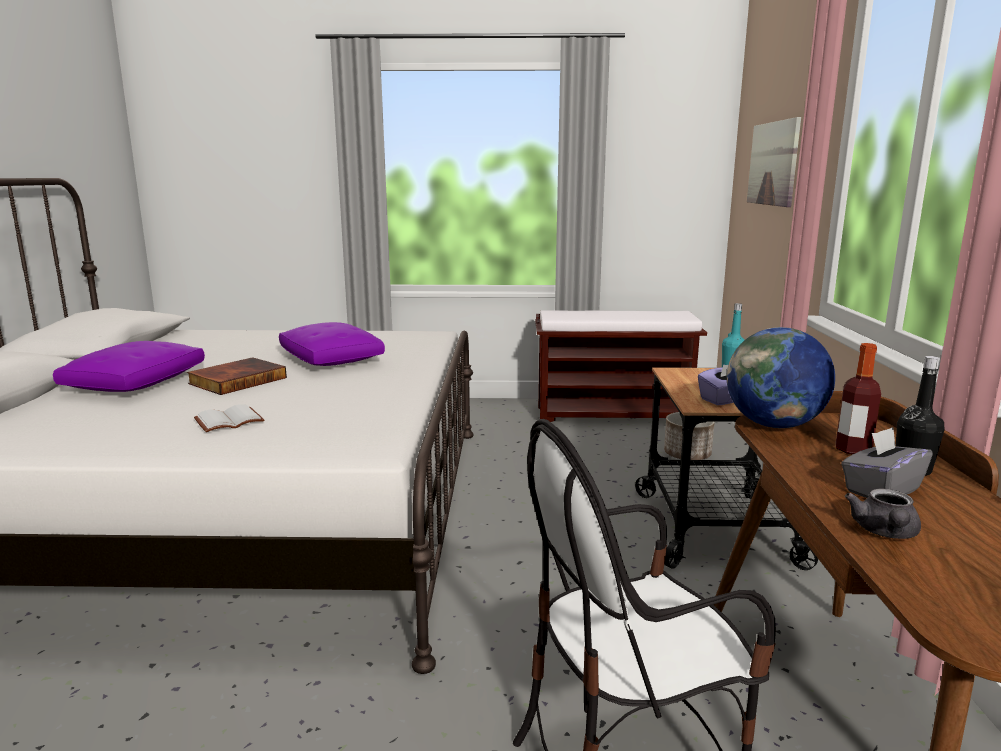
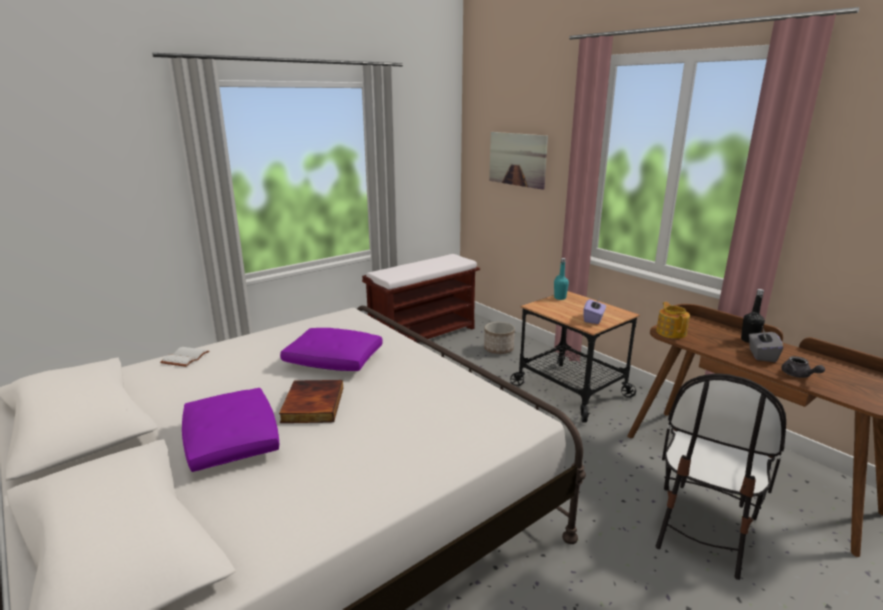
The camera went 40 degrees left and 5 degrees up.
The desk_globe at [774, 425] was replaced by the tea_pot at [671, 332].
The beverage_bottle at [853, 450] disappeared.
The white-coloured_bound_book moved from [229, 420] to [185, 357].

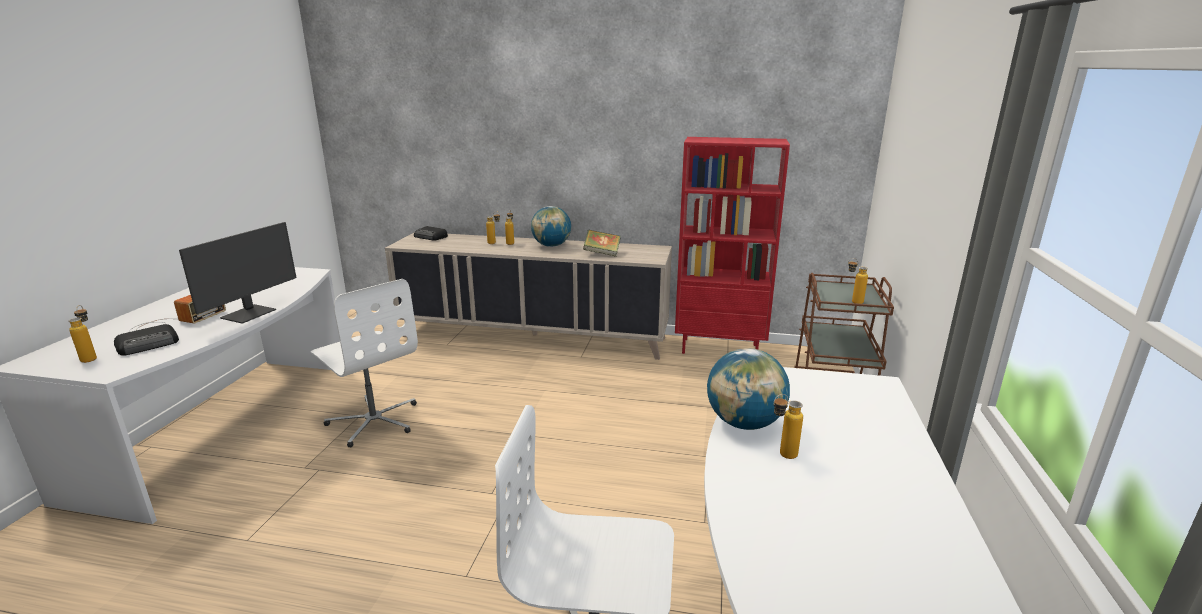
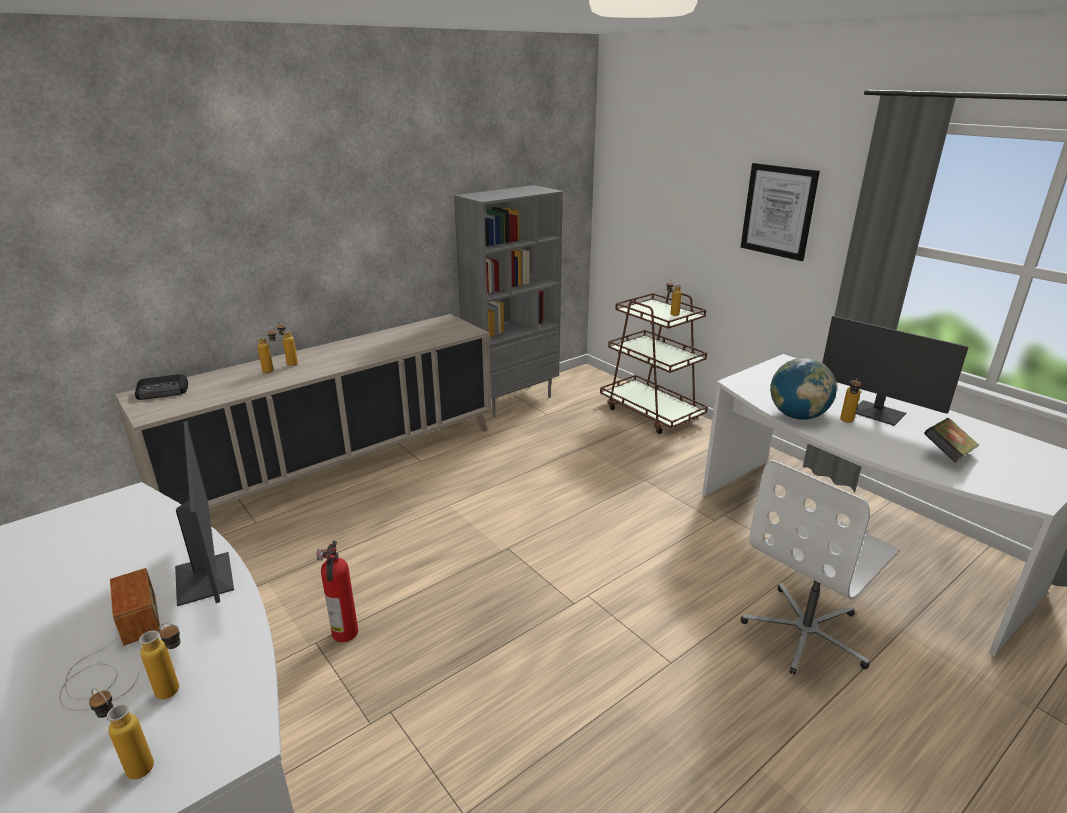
The camera went 50 degrees left and 5 degrees up.
The red_bookcase at [720, 348] became the grey_bookcase at [512, 400].
The desk_globe at [551, 246] disappeared.
The bound_book moved from [602, 253] to [946, 455].
The white-coloured_office_chair at [374, 421] was replaced by the fire-fighting_cylinder at [344, 634].
The radio_set at [149, 344] was replaced by the beverage_bottle at [177, 691].
The wall_picture at [778, 211] appeared.
The monitor at [877, 413] appeared.

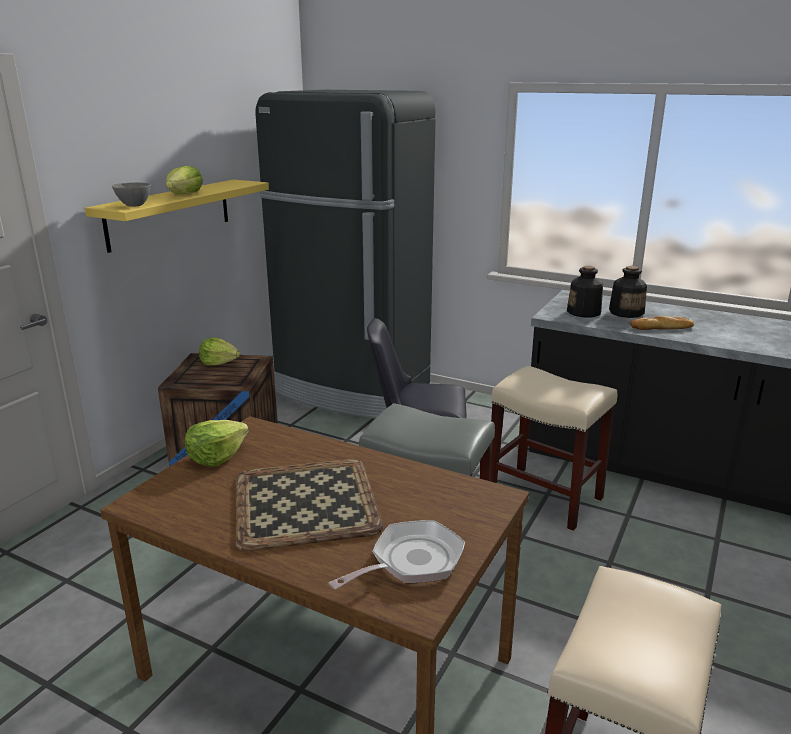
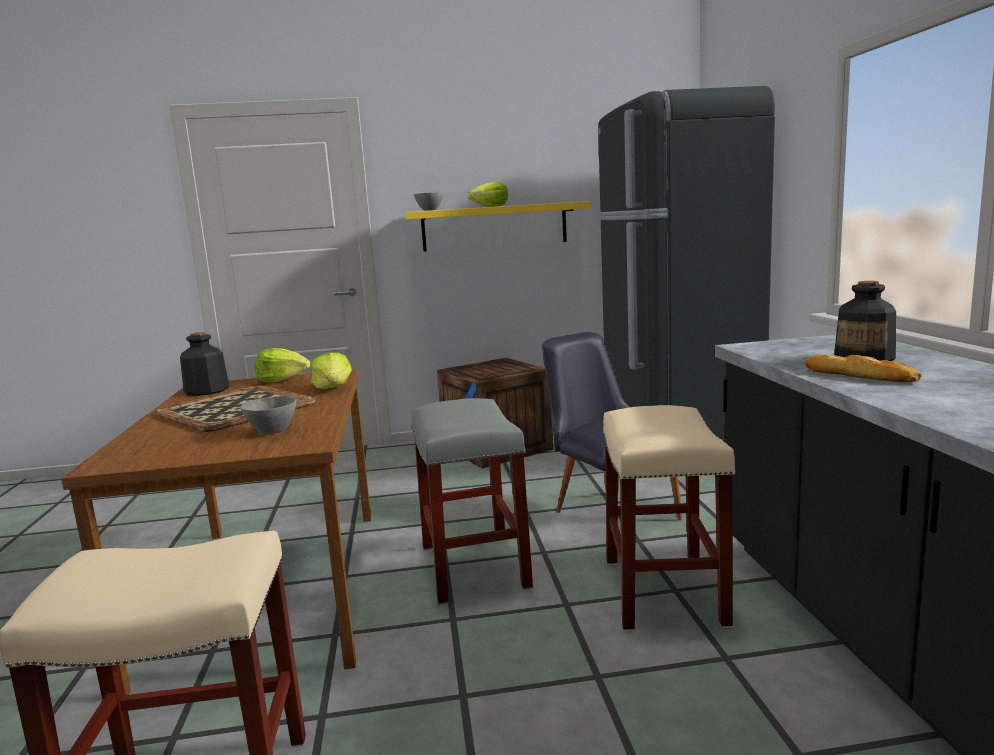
The camera went 55 degrees right and 10 degrees down.
The beverage_bottle moved from [584, 312] to [206, 391].
The lettuce_head moved from [219, 362] to [333, 388].
The pan at [411, 562] disappeared.
The grey_deep_dish at [271, 431] appeared.

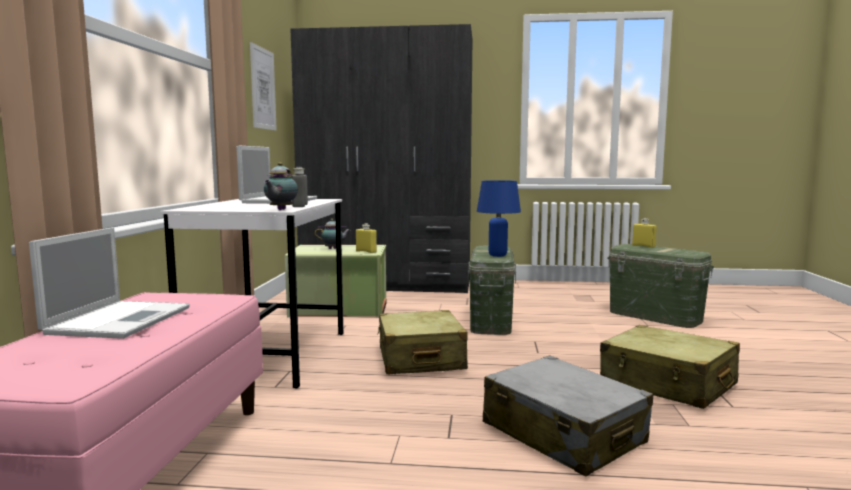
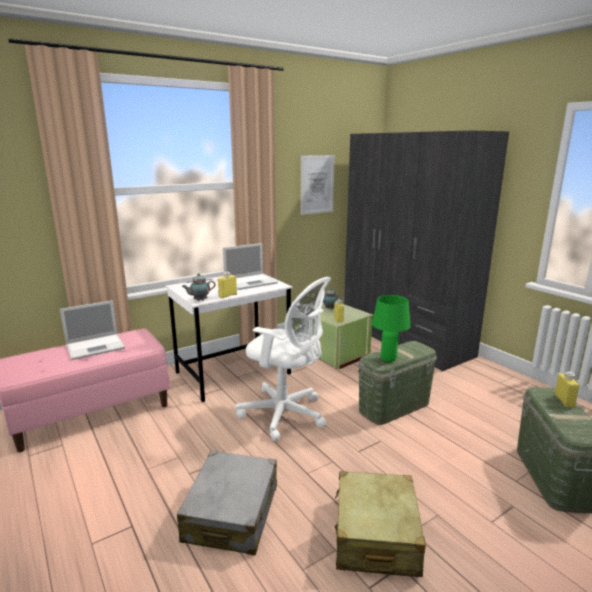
The camera went 50 degrees right and 10 degrees up.
The grey_beverage_bottle at [300, 206] became the yellow_beverage_bottle at [228, 295].
The blue-coloured_lamp_for_a_table at [497, 255] became the green_lamp_for_a_table at [388, 359].
The sand-coloured_travel_case at [420, 359] was replaced by the white-coloured_office_chair at [286, 415].

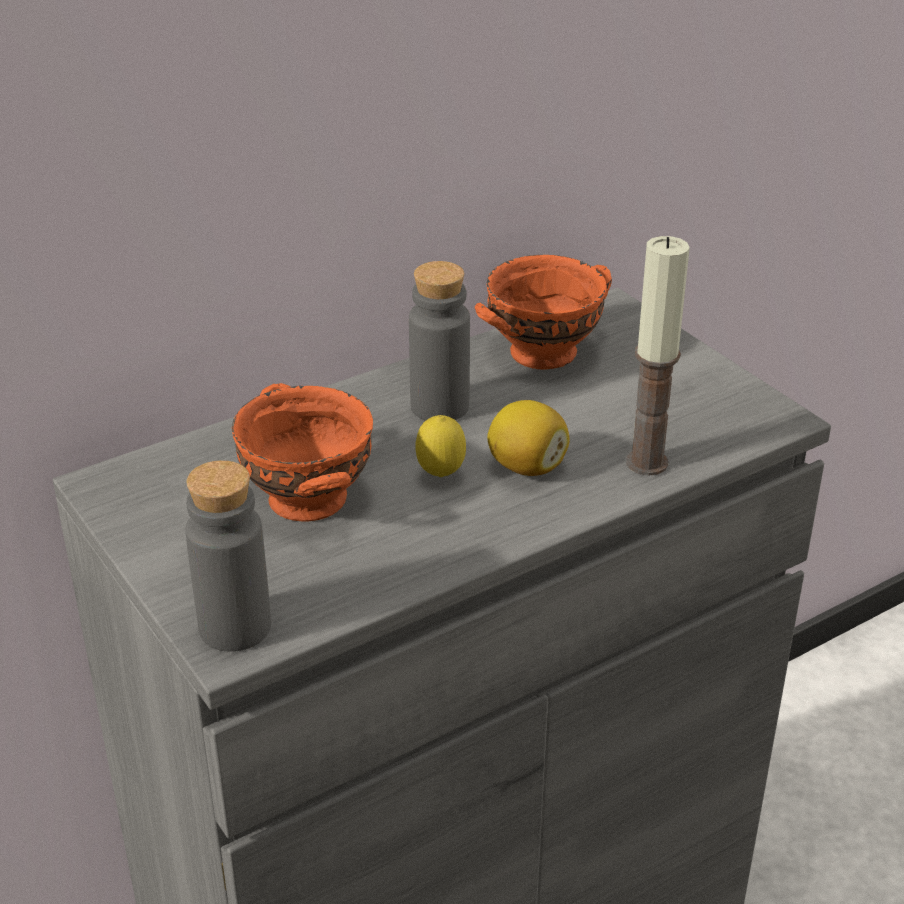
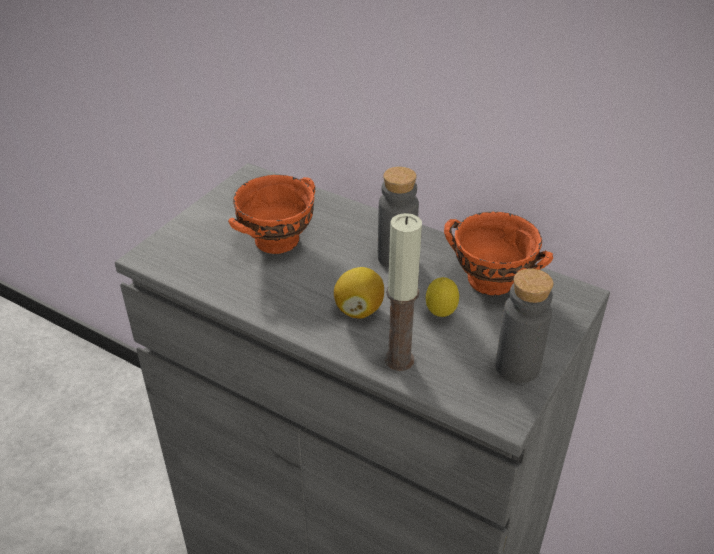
The camera went 65 degrees right and 5 degrees up.
The whole_lemon moved from [440, 476] to [440, 315].
The grey_beverage_bottle moved from [235, 627] to [517, 367].

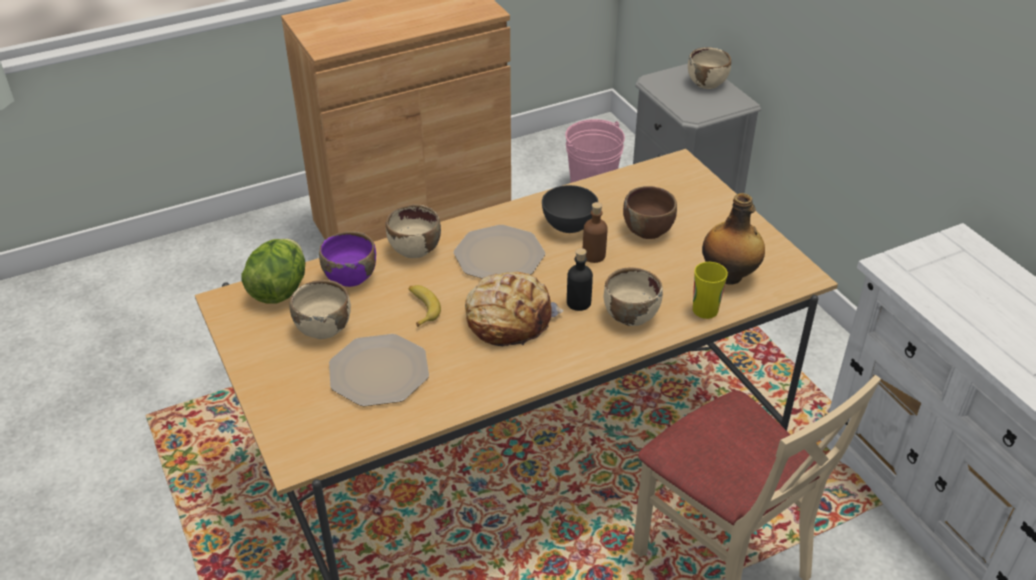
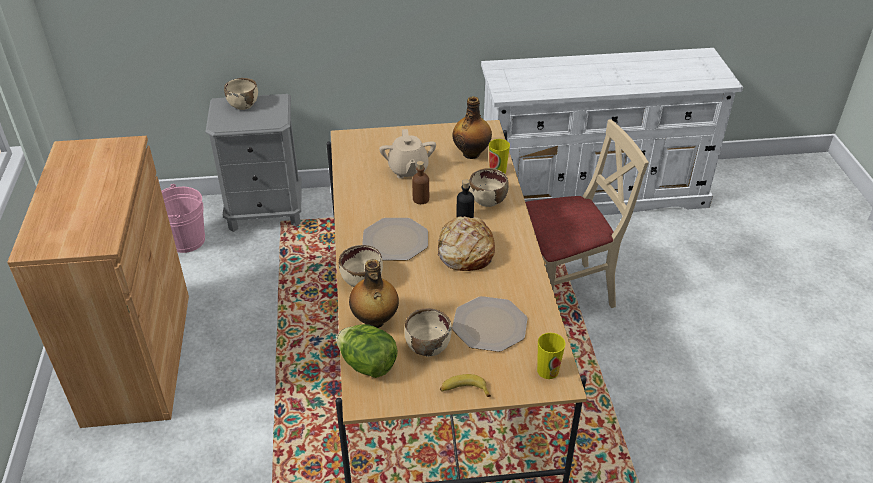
The camera went 70 degrees left and 0 degrees up.
The grey_deep_dish at [568, 225] disappeared.
The brown-coloured_deep_dish at [648, 230] was replaced by the sand-coloured_tea_pot at [408, 170].
The purple-coloured_deep_dish at [350, 276] was replaced by the beverage_bottle at [374, 321].
The banana moved from [421, 308] to [464, 390].
The cup at [547, 370] appeared.

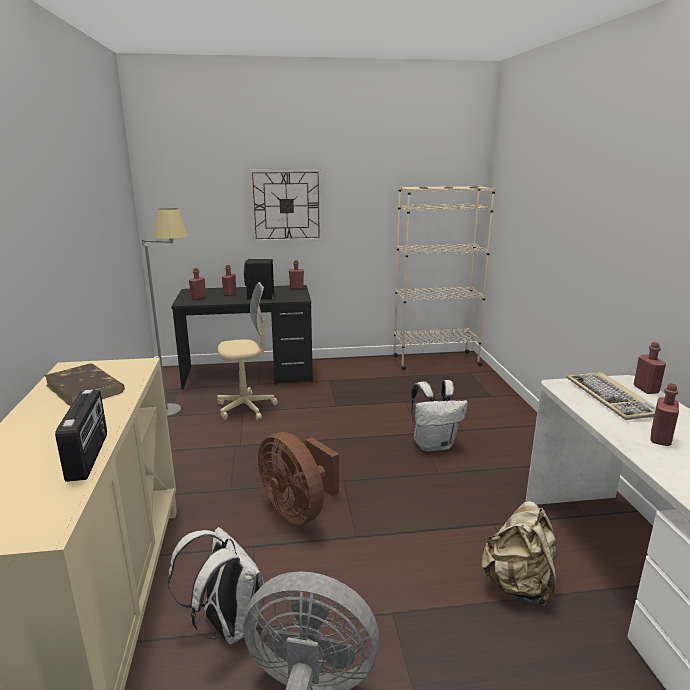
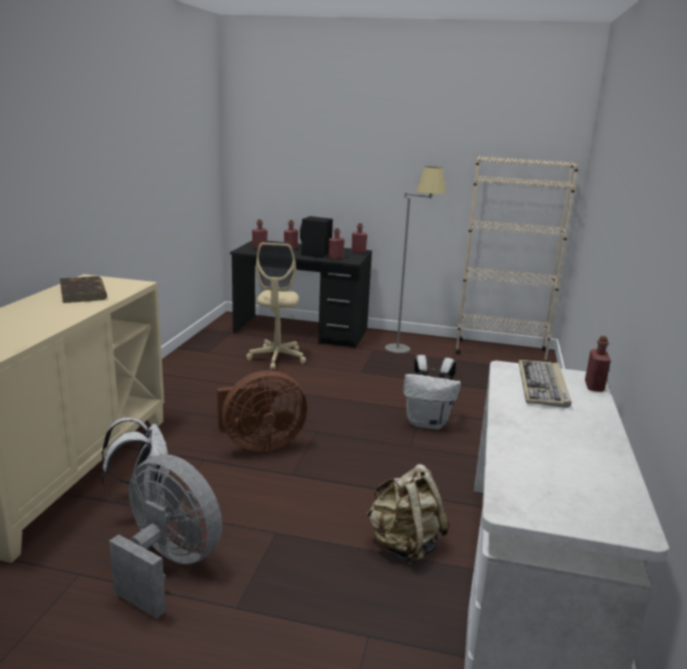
The camera went 20 degrees right and 0 degrees up.
The wall_clock at [286, 205] disappeared.
The grey_standard_lamp moved from [178, 406] to [408, 347].
The sand-coloured_office_chair at [246, 408] turned 90 degrees clockwise.
The red_beverage_bottle moved from [660, 439] to [336, 258].
The radio_set at [89, 456] disappeared.
The brown-coloured_fan at [298, 510] turned 90 degrees counterclockwise.

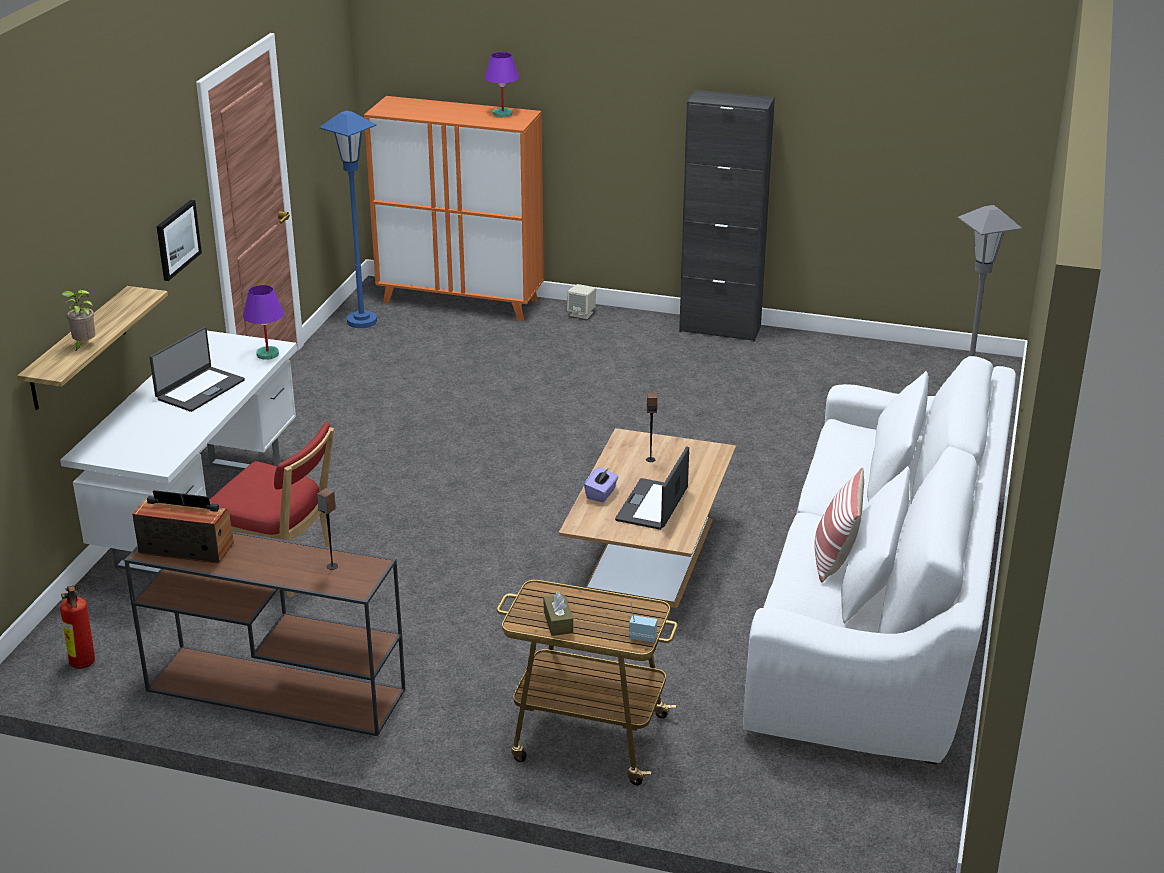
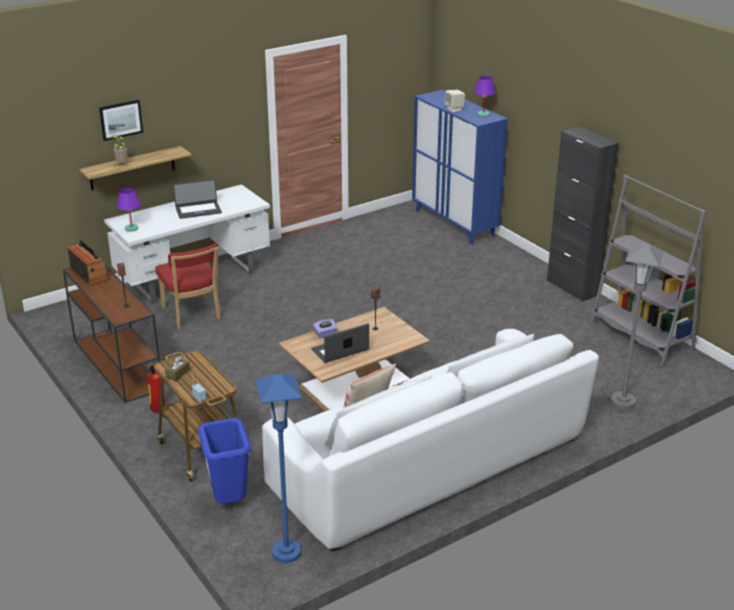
The camera went 40 degrees right and 0 degrees up.
The orange_storage_cabinet at [461, 301] became the blue-coloured_storage_cabinet at [454, 223].
The blue-coloured_standard_lamp moved from [362, 321] to [286, 552].
The wall_picture moved from [177, 239] to [120, 119].
The sand-coloured_speaker moved from [582, 314] to [454, 109].
The purple-coloured_lamp_for_a_table moved from [267, 354] to [131, 228].
The fire-fighting_cylinder moved from [83, 665] to [156, 410].
The grey_bookcase at [641, 337] appeared.
The blue-coloured_trash_can at [229, 501] appeared.

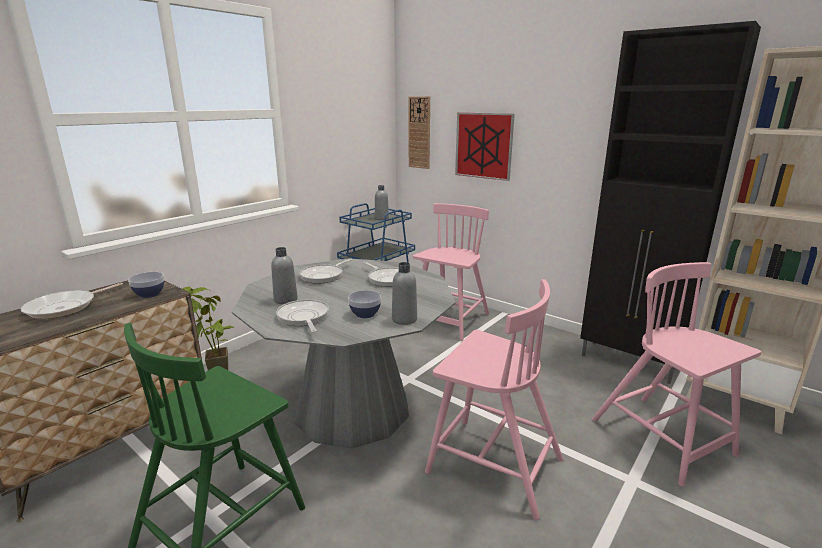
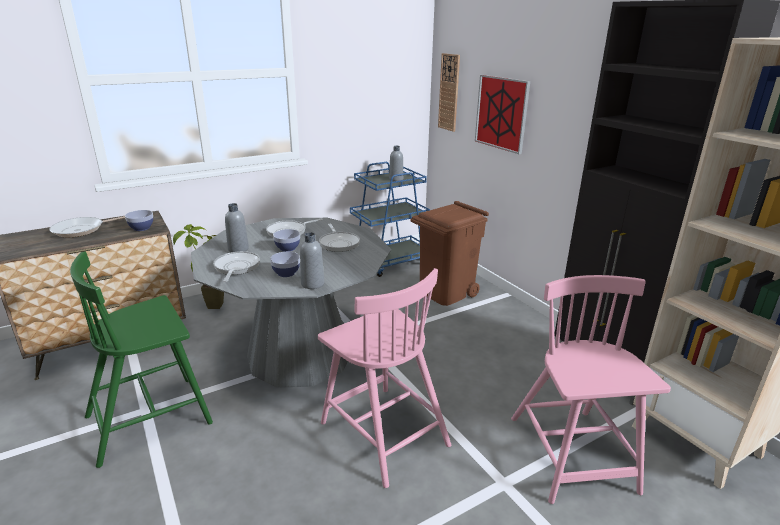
The camera went 20 degrees right and 5 degrees up.
The pink_upright_chair at [451, 321] was replaced by the brown-coloured_trash_can at [446, 292].
The deep_dish at [287, 248] appeared.

